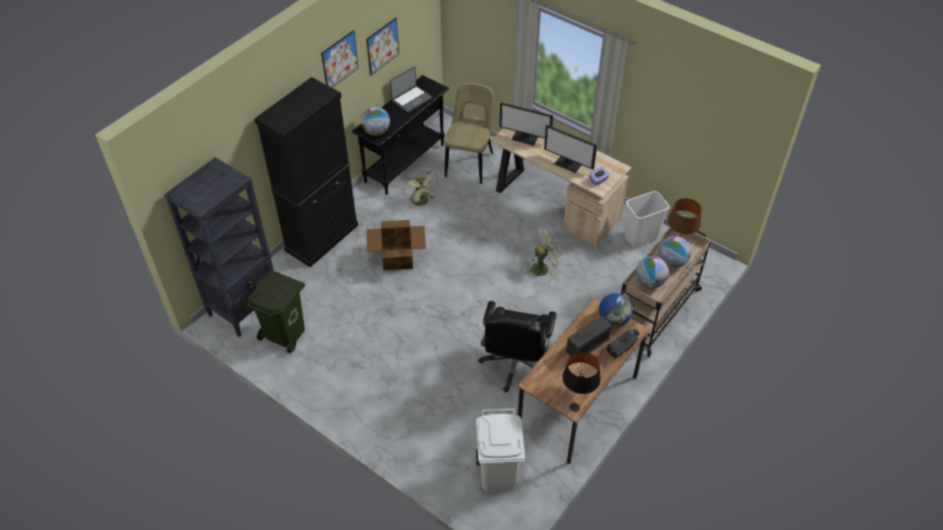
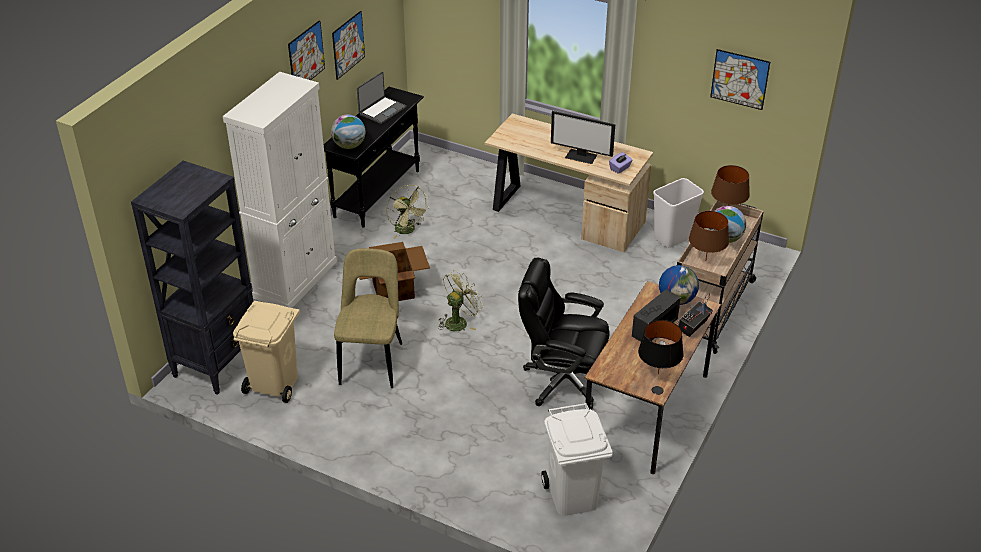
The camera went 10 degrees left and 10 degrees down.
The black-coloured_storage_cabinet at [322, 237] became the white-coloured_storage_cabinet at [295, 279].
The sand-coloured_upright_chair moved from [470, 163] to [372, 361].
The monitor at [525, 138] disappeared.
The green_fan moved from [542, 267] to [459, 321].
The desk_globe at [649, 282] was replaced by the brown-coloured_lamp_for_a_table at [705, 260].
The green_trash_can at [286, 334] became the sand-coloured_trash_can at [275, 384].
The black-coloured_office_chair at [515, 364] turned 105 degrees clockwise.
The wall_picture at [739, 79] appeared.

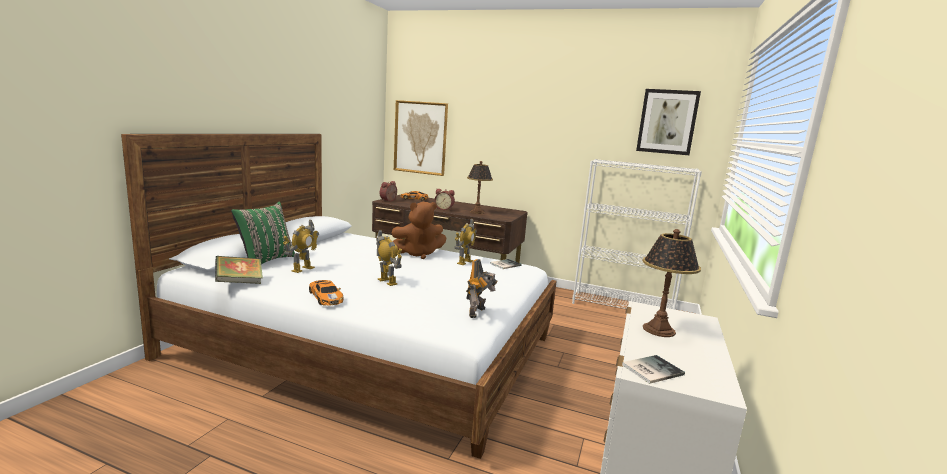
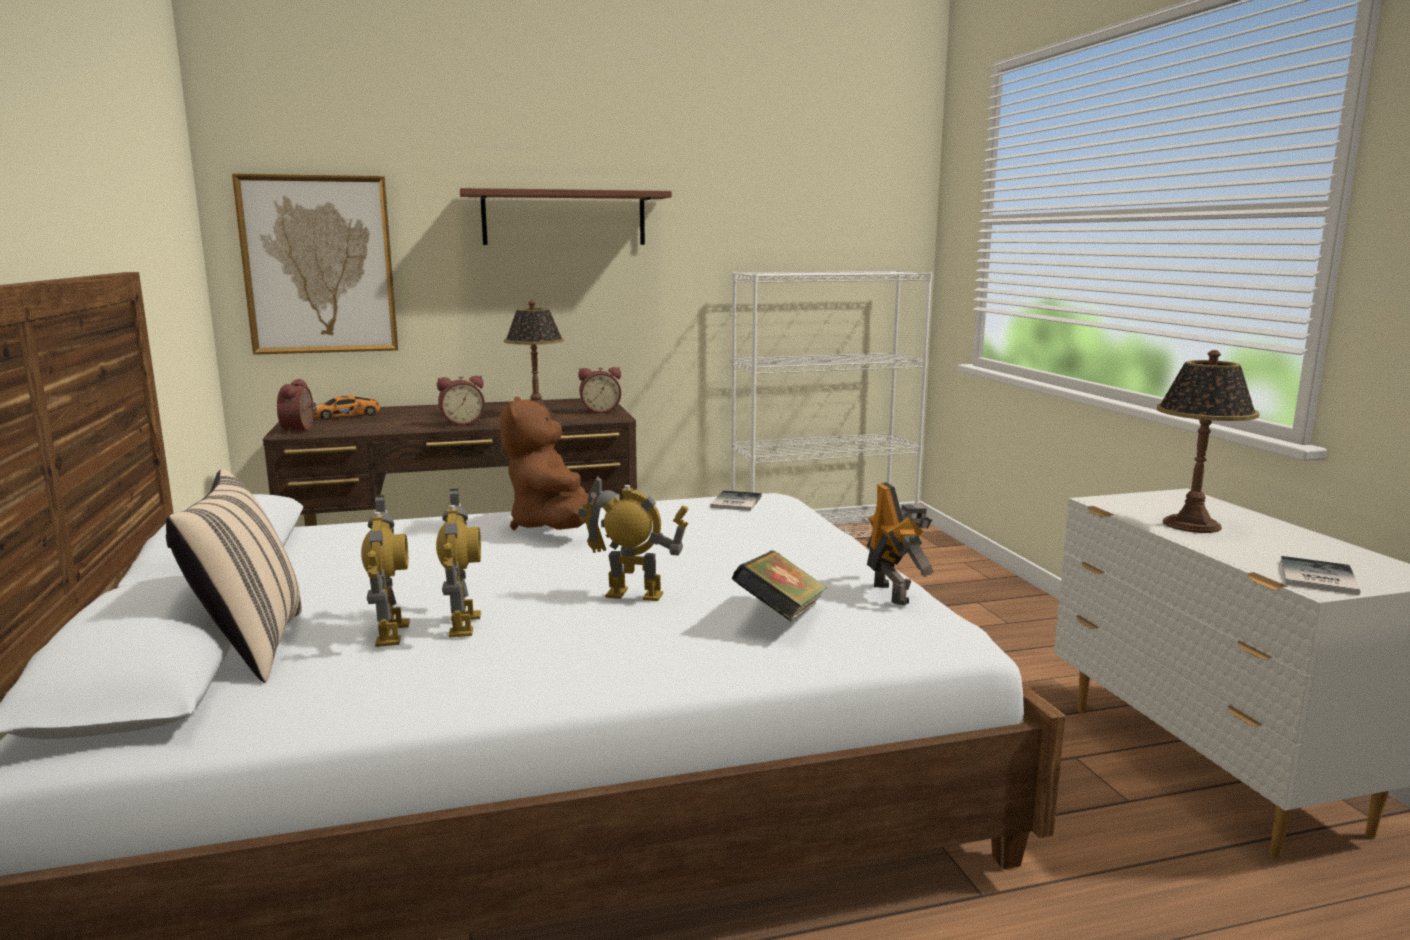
The camera went 35 degrees left and 0 degrees up.
The wall_picture at [667, 122] disappeared.
The green_throw_pillow at [265, 261] became the sand-coloured_throw_pillow at [248, 648].
The brown-coloured_cuddly_toy at [418, 254] turned 135 degrees clockwise.
The robot_figure moved from [464, 262] to [463, 624].
The bound_book moved from [239, 282] to [780, 615].
The model_car at [326, 297] disappeared.
The bracket_shelf at [564, 218] appeared.
The alarm_clock at [600, 411] appeared.

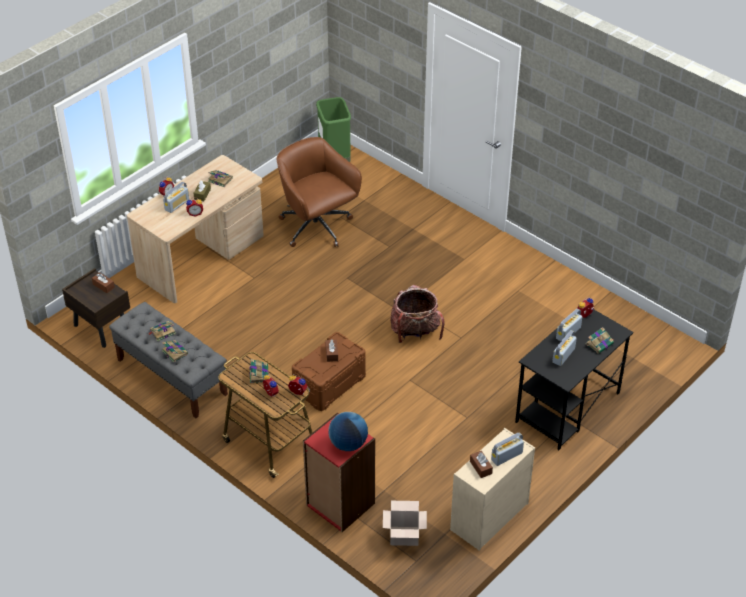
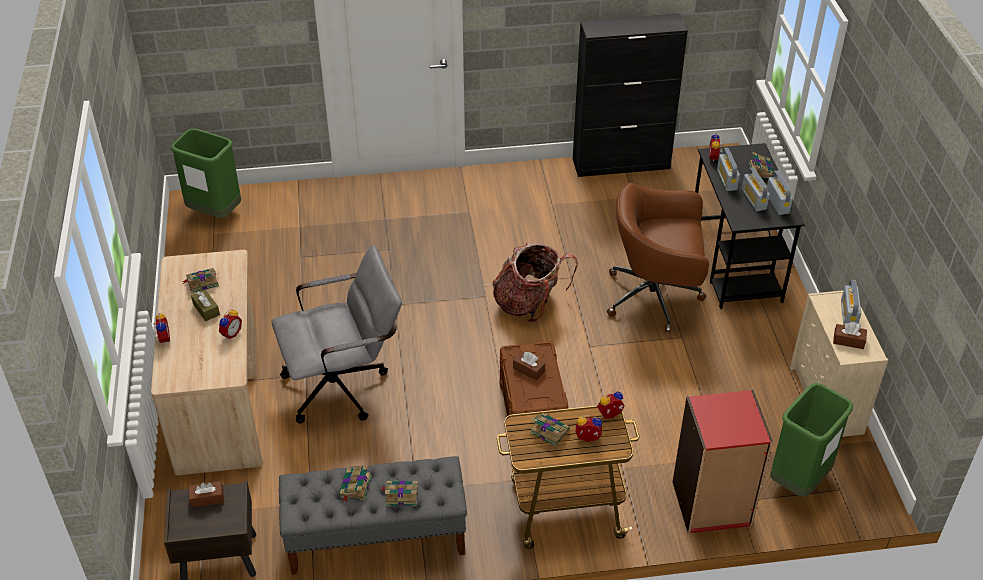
The camera went 50 degrees left and 0 degrees up.
The brown-coloured_office_chair moved from [317, 228] to [655, 297].
The radio_set moved from [177, 204] to [777, 203].
The desk_globe at [348, 444] disappeared.
The cardboard_box at [403, 536] was replaced by the green_trash_can at [799, 480].
The black-coloured_storage_cabinet at [621, 164] appeared.
The grey_office_chair at [344, 385] appeared.

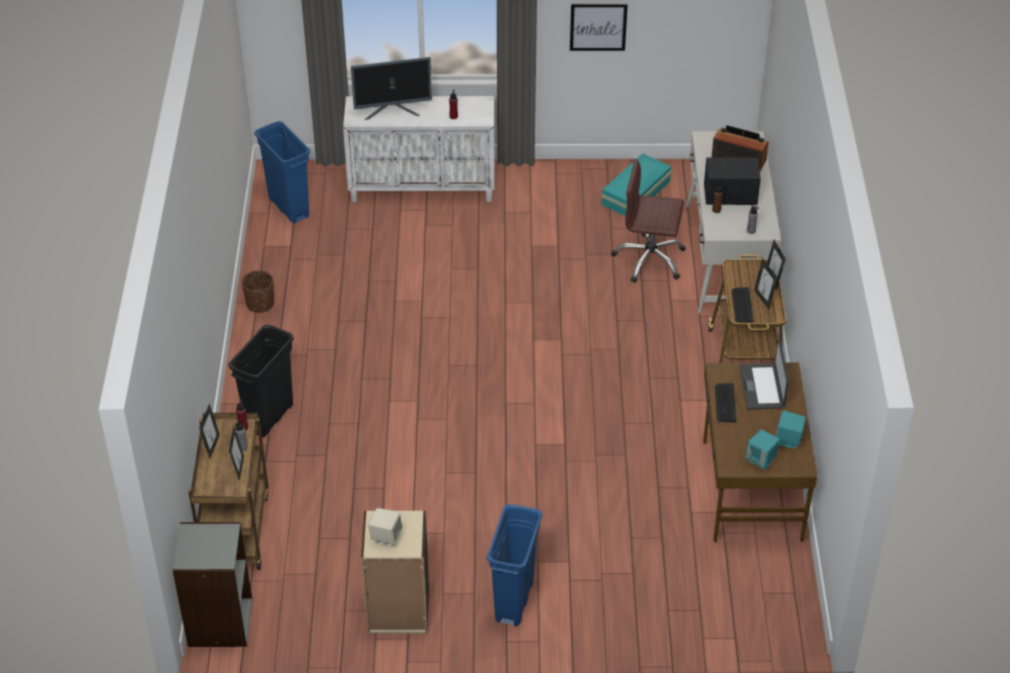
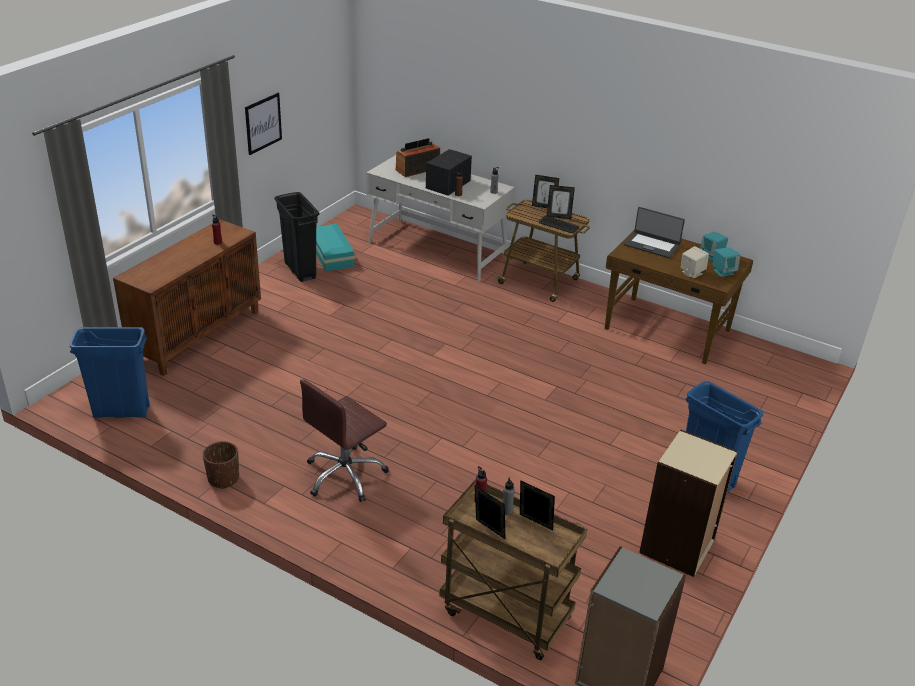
The camera went 60 degrees left and 10 degrees down.
The monitor at [393, 111] disappeared.
The white-coloured_storage_cabinet at [423, 187] became the brown-coloured_storage_cabinet at [197, 335].
The brown-coloured_office_chair moved from [649, 260] to [345, 475].
The black-coloured_trash_can moved from [270, 417] to [300, 270].
The PC_keyboard at [725, 403] disappeared.
The sand-coloured_speaker moved from [386, 537] to [691, 273].

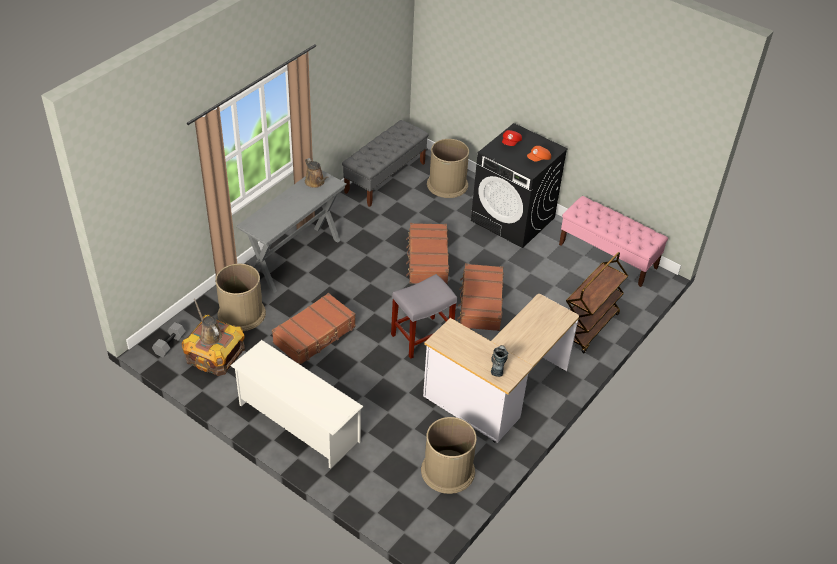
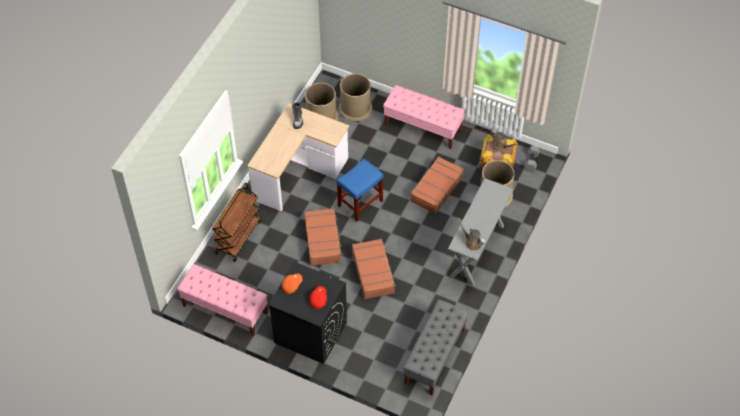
The camera went 170 degrees right and 10 degrees up.
The brown-coloured_trash_can moved from [447, 184] to [355, 108].
The grey_stool_seat at [422, 336] became the blue-coloured_stool_seat at [360, 204].
The white-coloured_shoe_shelf at [298, 423] was replaced by the pink_bench at [423, 127].

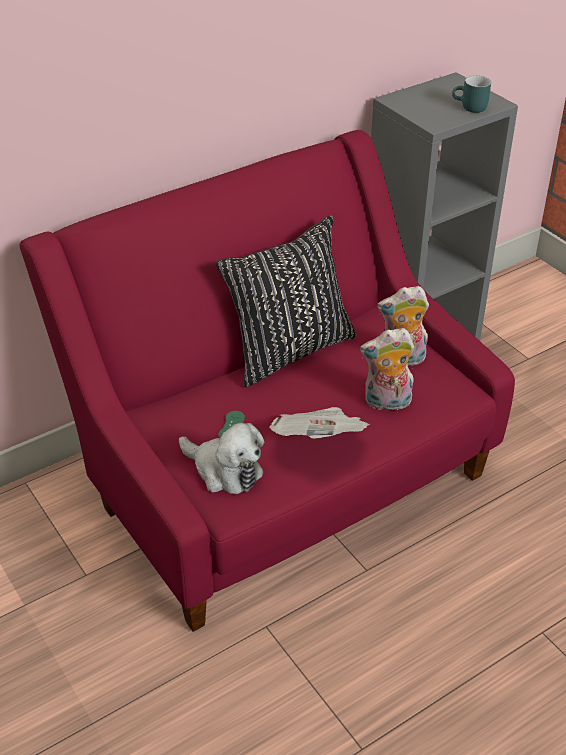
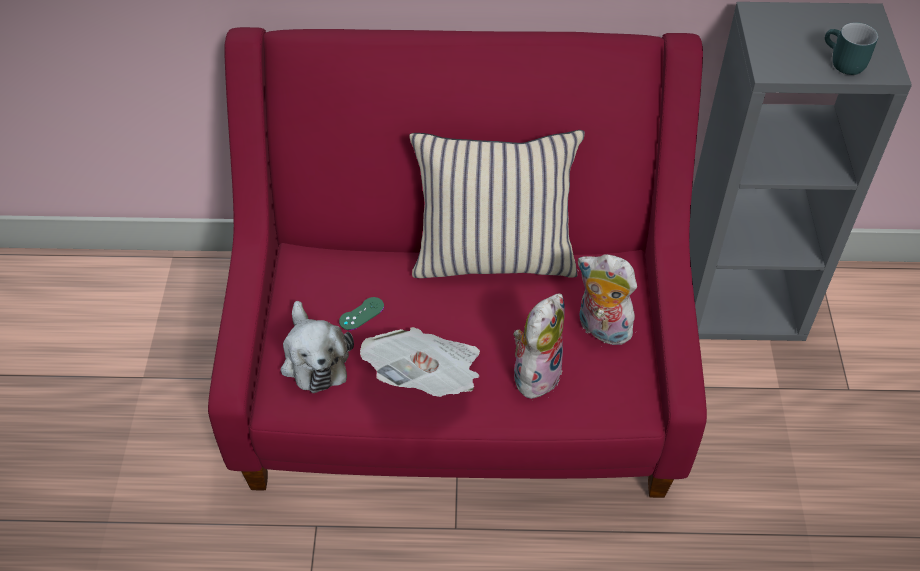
The camera went 35 degrees right and 10 degrees up.
The black-coloured_throw_pillow at [289, 350] became the sand-coloured_throw_pillow at [493, 257].
The cuddly_toy at [386, 403] turned 90 degrees clockwise.

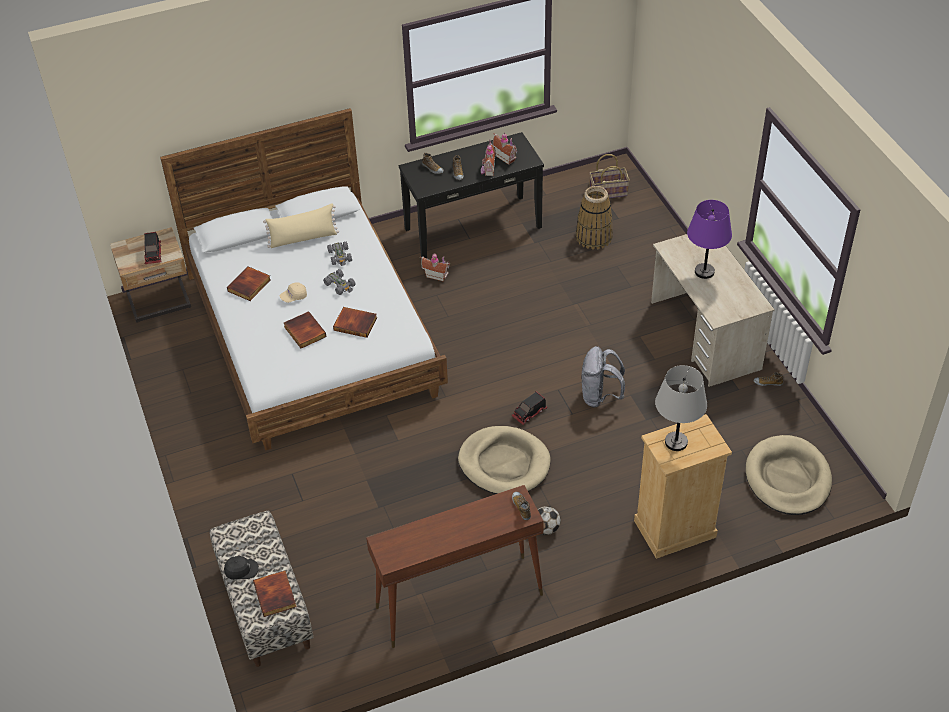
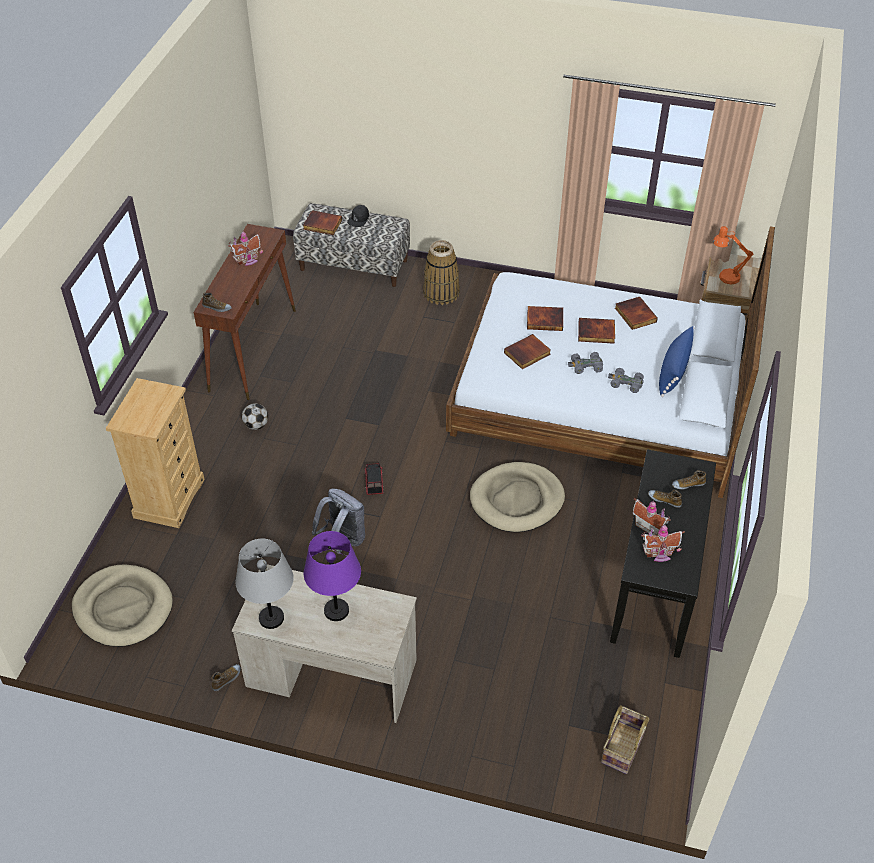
The camera went 125 degrees right and 0 degrees up.
The basket moved from [594, 237] to [441, 293].
The sand-coloured_throw_pillow at [303, 238] became the blue-coloured_throw_pillow at [673, 372].
The toy_truck at [153, 254] was replaced by the orange_lamp_for_a_table at [725, 276].
The toy_house moved from [436, 275] to [248, 260].
The sand-coloured_peaked_cap at [294, 297] was replaced by the bound_book at [596, 333].
The grey_lamp_for_a_table moved from [676, 442] to [271, 618].
The sand-coloured_pet_bed moved from [504, 463] to [517, 500].

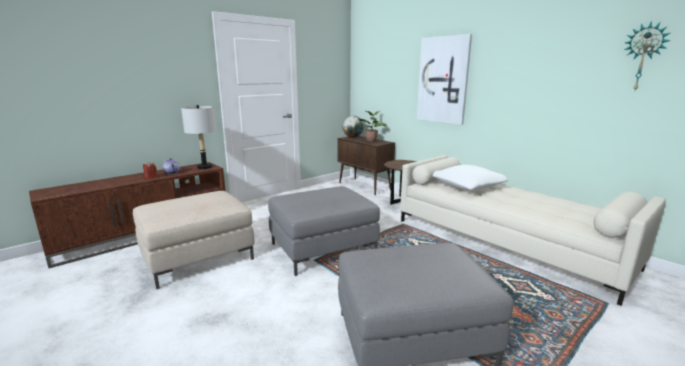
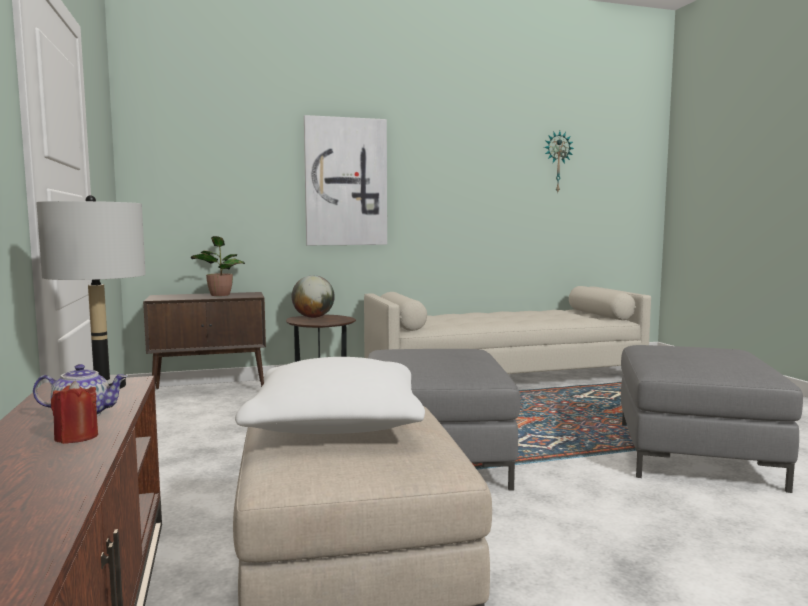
The camera went 65 degrees left and 10 degrees down.
The desk_globe moved from [353, 137] to [313, 317].
The white-coloured_throw_pillow moved from [467, 187] to [335, 424].

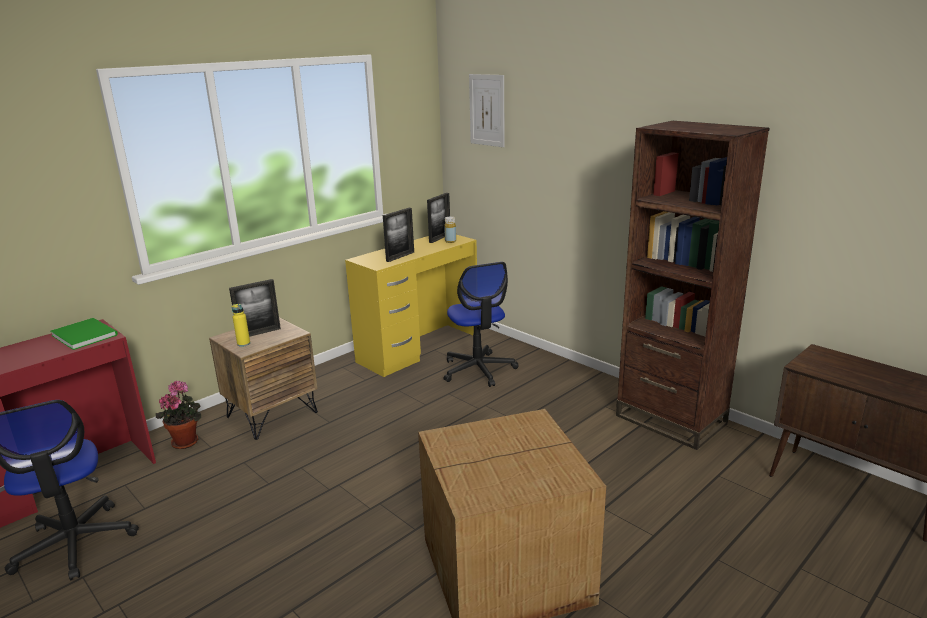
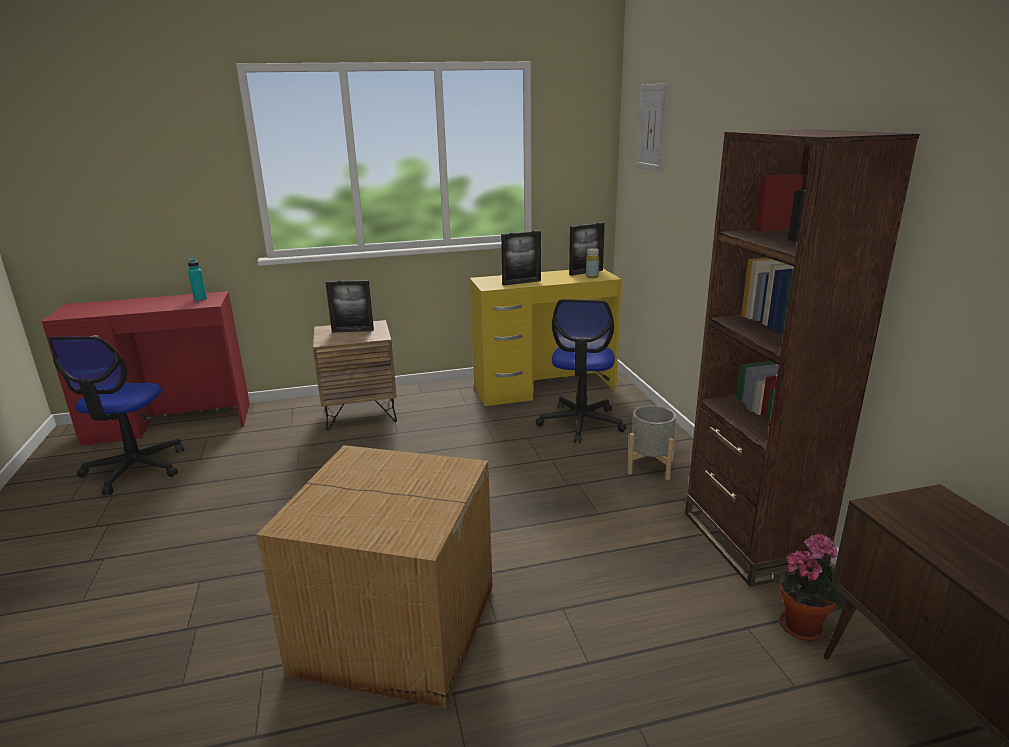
The camera went 30 degrees right and 0 degrees up.
The yellow_beverage_bottle at [243, 344] disappeared.
The green_bound_book at [85, 334] was replaced by the turquoise_beverage_bottle at [200, 299].
The potted_plant moved from [186, 441] to [802, 624].
The grey_planter at [650, 466] appeared.

